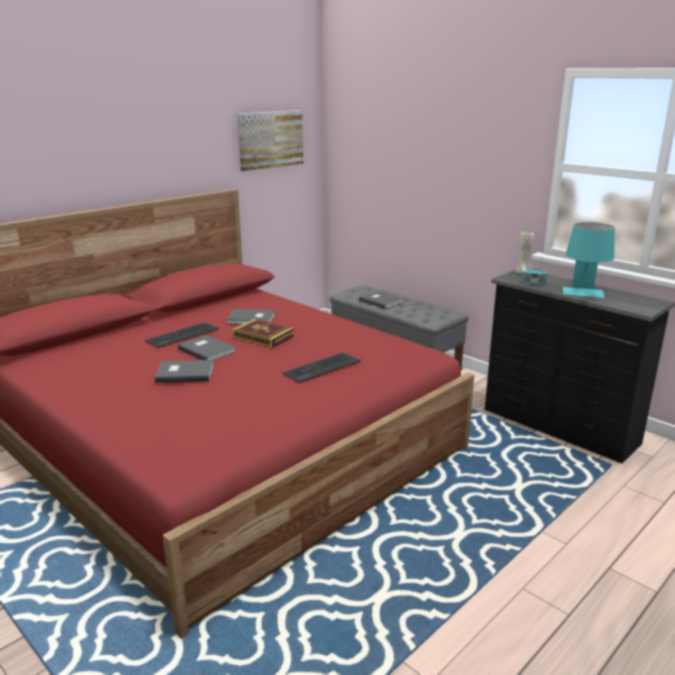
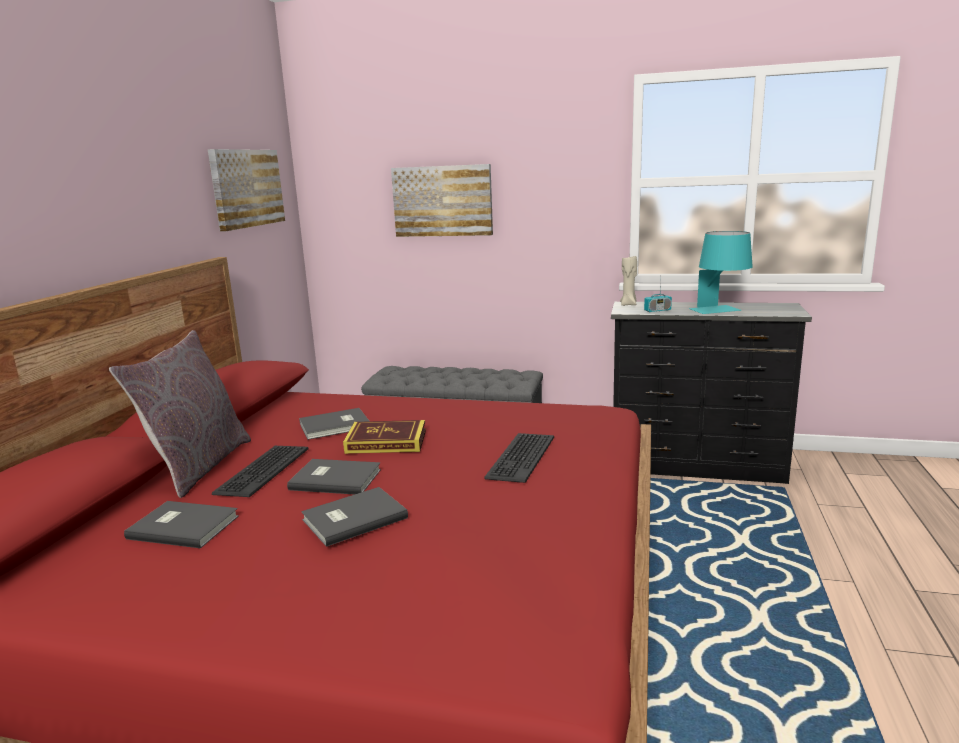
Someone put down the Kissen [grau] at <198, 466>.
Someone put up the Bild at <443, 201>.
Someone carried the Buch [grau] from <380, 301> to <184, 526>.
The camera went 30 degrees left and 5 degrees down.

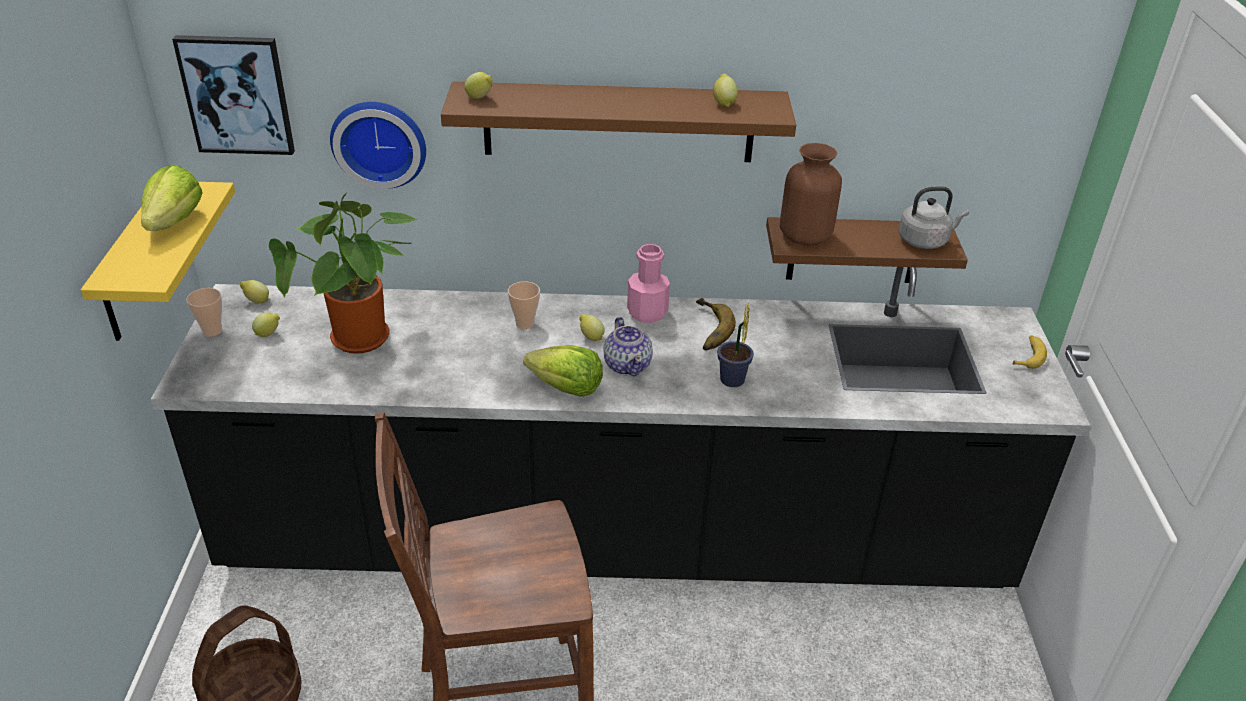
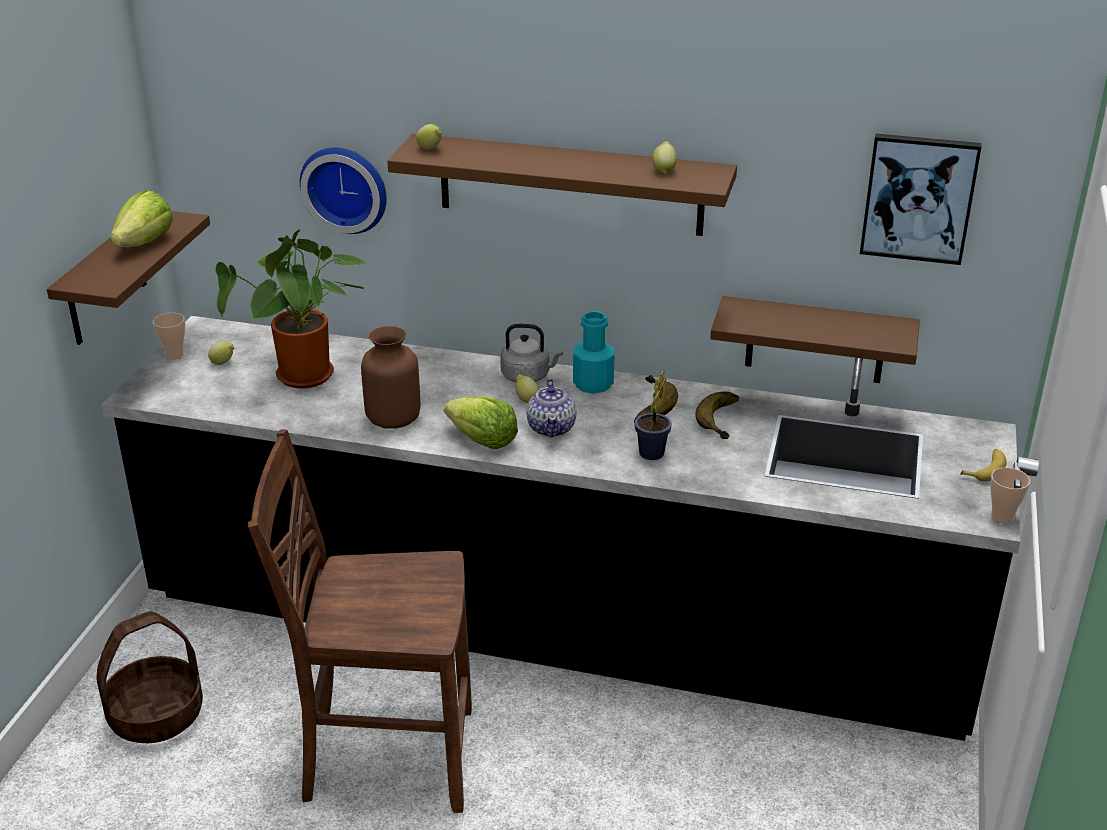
Someone took away the Zitrone at <256, 301>.
Someone put down the Banane at <726, 419>.
Someone carried the Bild from <237, 94> to <918, 198>.
Someone carried the Tasse from <525, 324> to <1002, 517>.
Someone carried the Vase [braun] from <805, 236> to <393, 419>.
Someone carried the Wasserkessel [grau] from <925, 241> to <528, 376>.
Someone repainted the Wandregal [gelb] at <133, 265>, which became the Wandregal [braun] at <105, 280>.
Someone repainted the Flasche [rosa] at <647, 312>, which became the Flasche [türkis] at <593, 384>.
The camera went 15 degrees right and 5 degrees down.

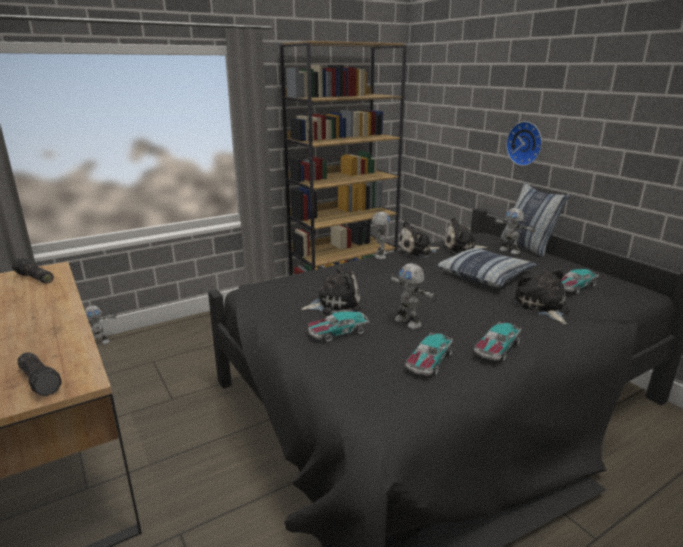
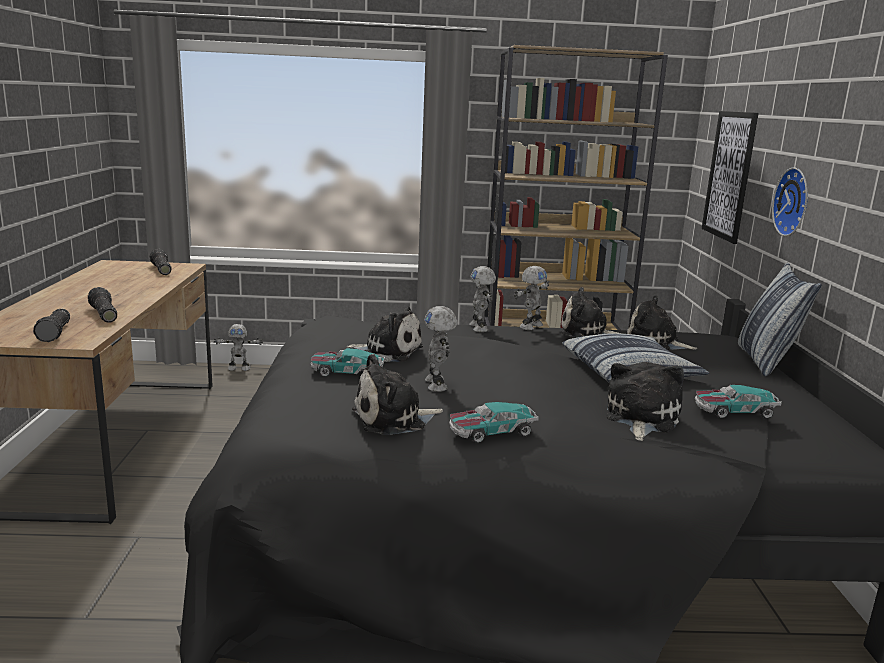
Someone put down the Taschenlampe at <103, 314>.
Someone put up the Bild at <729, 175>.
Someone carried the Spielzeugroboter from <510, 251> to <480, 328>.
Someone swapped the Spielzeugauto at <428, 361> for the Plüschtier at <393, 419>.
The camera went 30 degrees right and 5 degrees down.

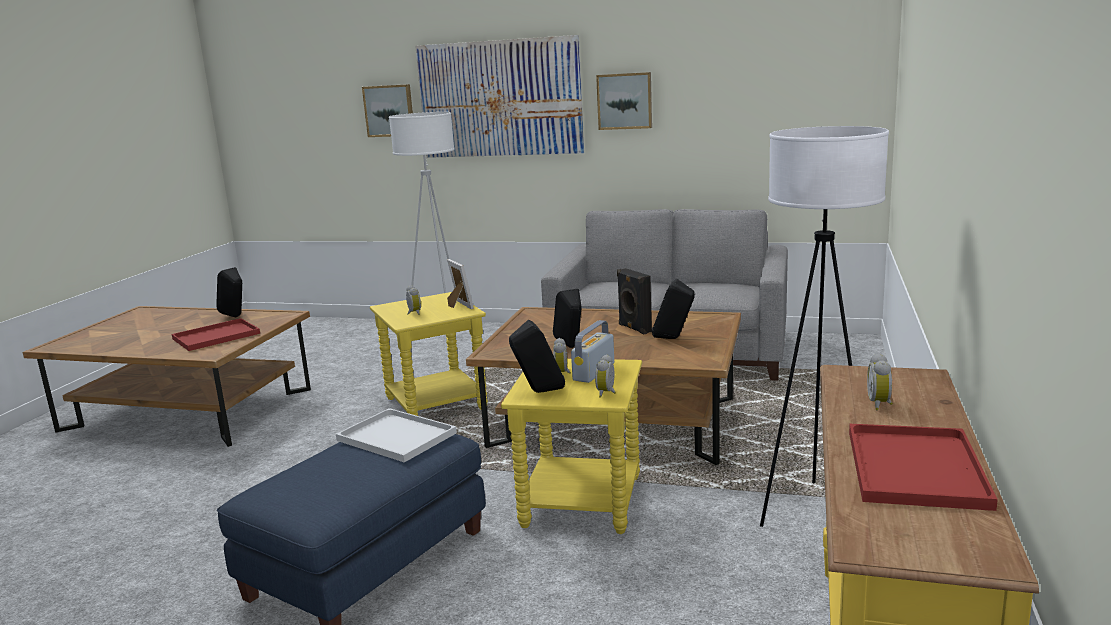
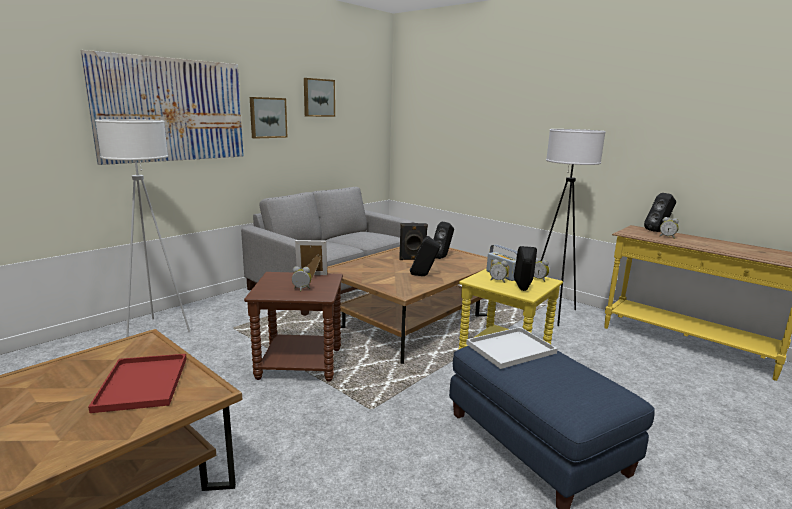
Someone took away the Tablett [rot] at <913, 466>.
Someone carried the Lautsprecher [schwarz] from <236, 317> to <658, 231>.
Someone carried the Bild from <389, 110> to <318, 97>.
Someone repainted the Beistelltisch [gelb] at <434, 404>, which became the Beistelltisch [braun] at <299, 364>.
The camera went 65 degrees left and 0 degrees up.

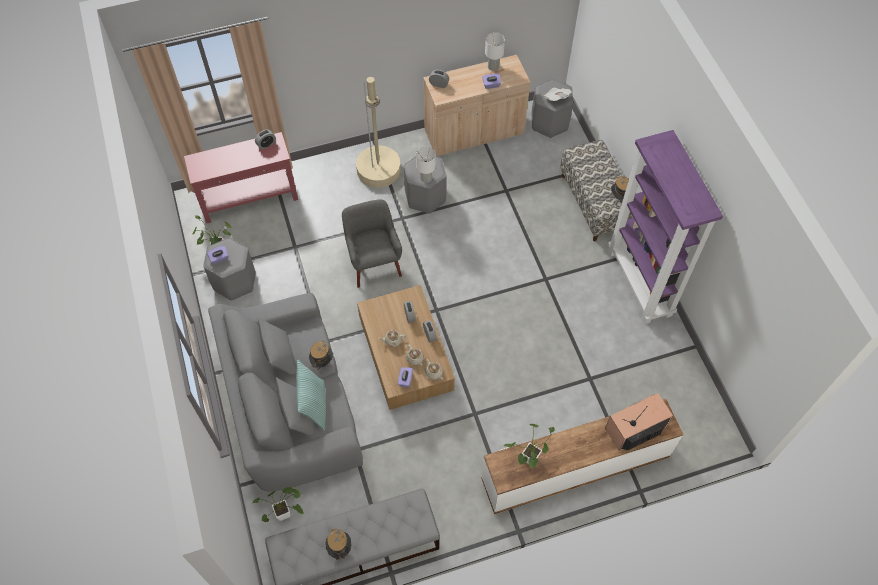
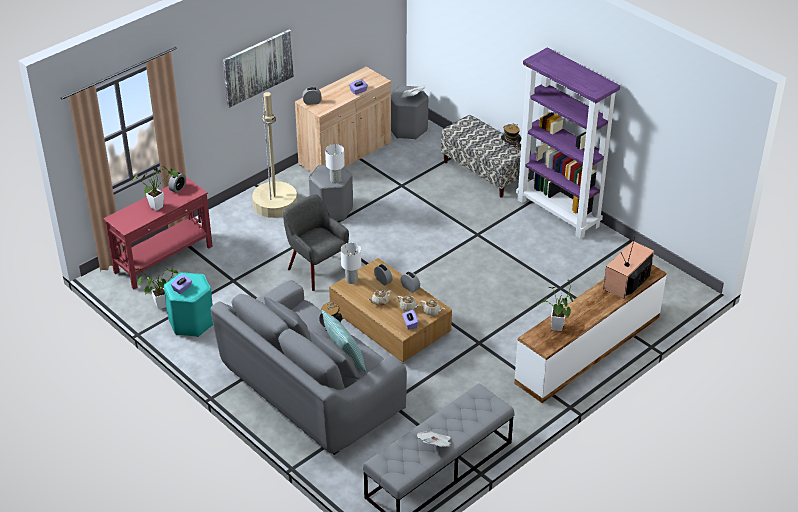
Someone put up the Bild at <258, 67>.
Someone carried the Topfpflanze from <286, 513> to <159, 206>.
Someone carried the Tischlampe [weiß] from <493, 67> to <351, 280>.
Someone swapped the Hut at <339, 548> for the Zeitung at <435, 445>.
Someone repainted the Hocker [grau] at <234, 281>, which became the Hocker [türkis] at <191, 322>.
The camera went 25 degrees left and 20 degrees down.

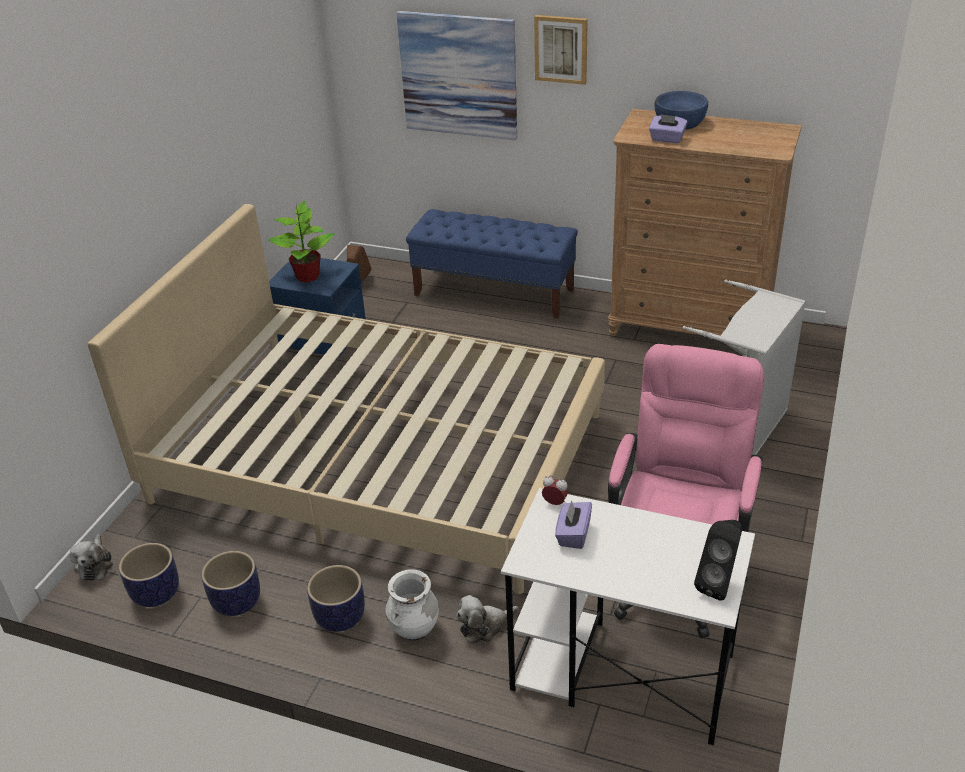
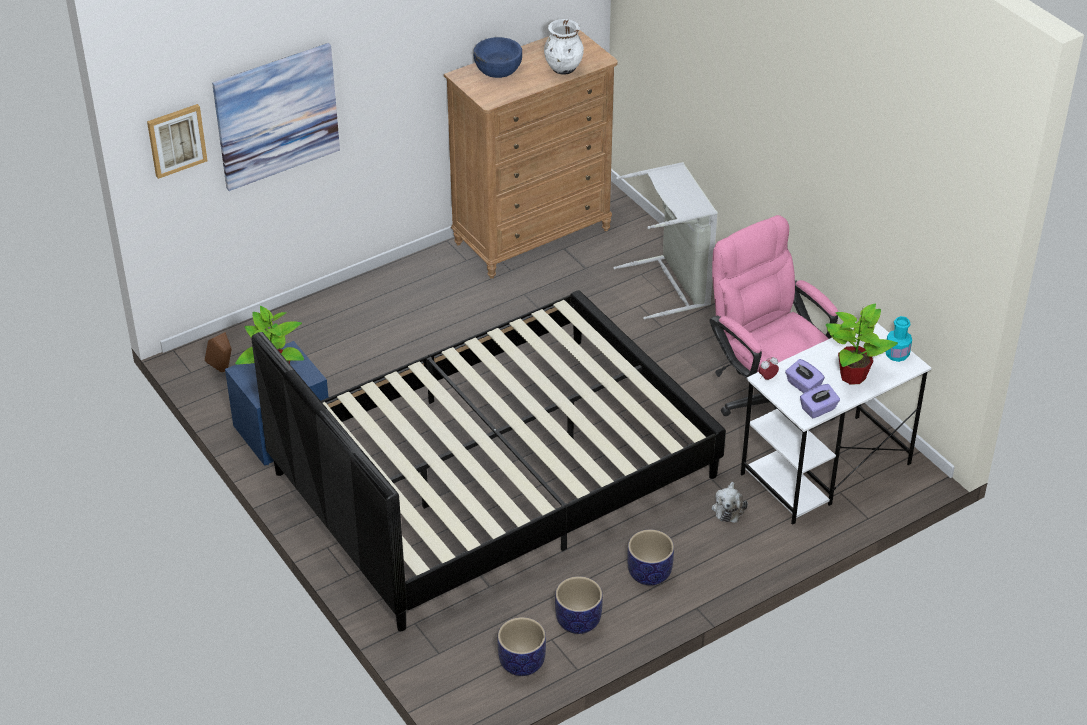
Someone took away the Plüschtier at <95, 564>.
Someone took away the Bank [blau] at <494, 292>.
Someone put down the Topfpflanze at <853, 375>.
Someone carried the Vase [weiß] from <415, 629> to <563, 69>.
Someone carried the Bild from <561, 49> to <176, 140>.
Someone carried the Taschentuchbox [lila] from <667, 139> to <818, 409>.
Someone swapped the Lautsprecher [schwarz] at <719, 584> for the Flasche [türkis] at <897, 354>.
Someone repainted the Bett [beige] at <379, 456>, which became the Bett [schwarz] at <494, 474>.
The camera went 55 degrees left and 5 degrees up.

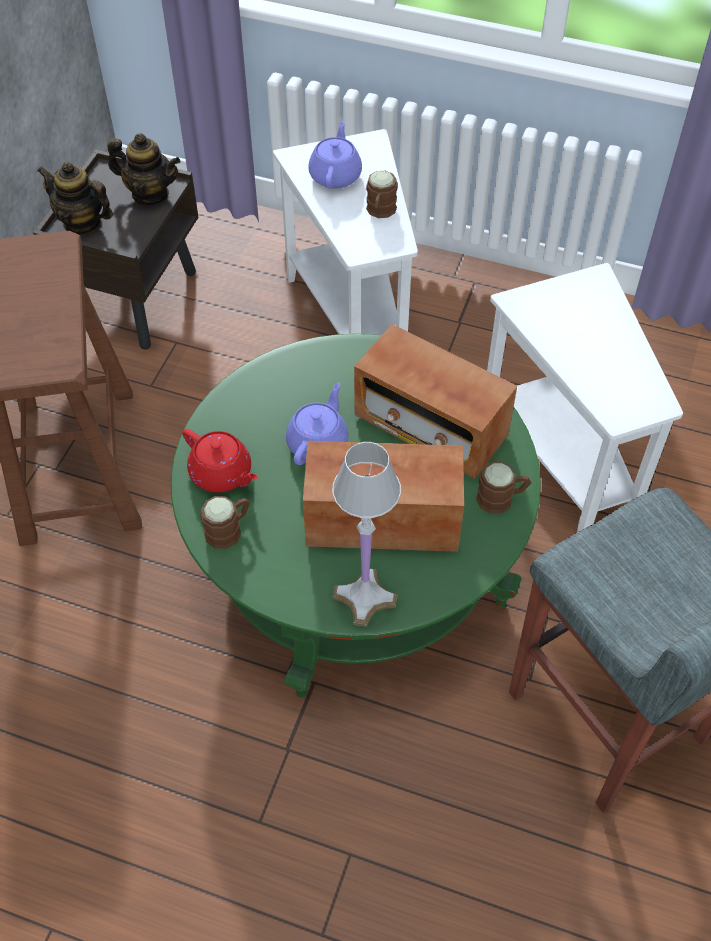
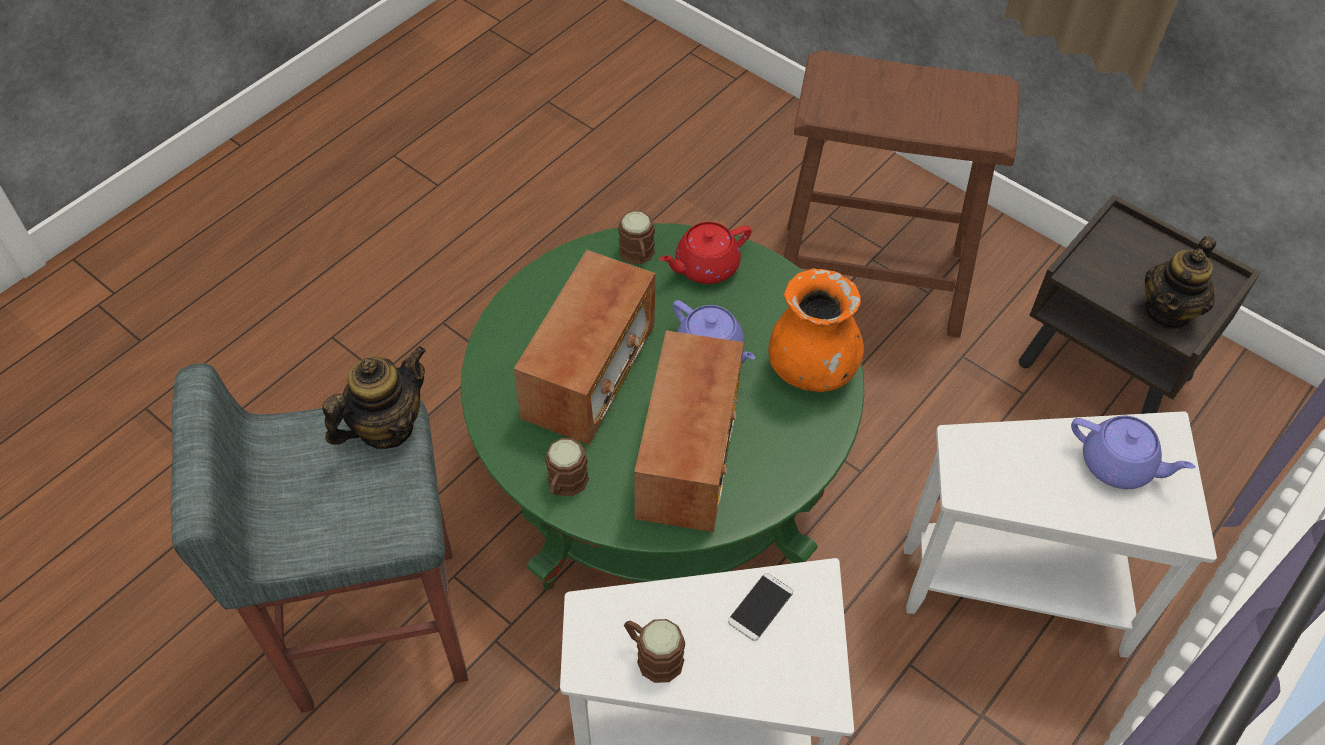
Someone took away the Tischlampe [weiß] at <364, 598>.
Someone put down the Handy at <760, 607>.
Someone put down the Vase [orange] at <812, 369>.
Someone carried the Teekanne from <82, 223> to <386, 427>.
Someone carried the Henkelbecher [braun] from <380, 212> to <652, 656>.
Someone rotated the Radio at <430, 427> by 135 degrees clockwise.
The camera went 110 degrees right and 0 degrees up.

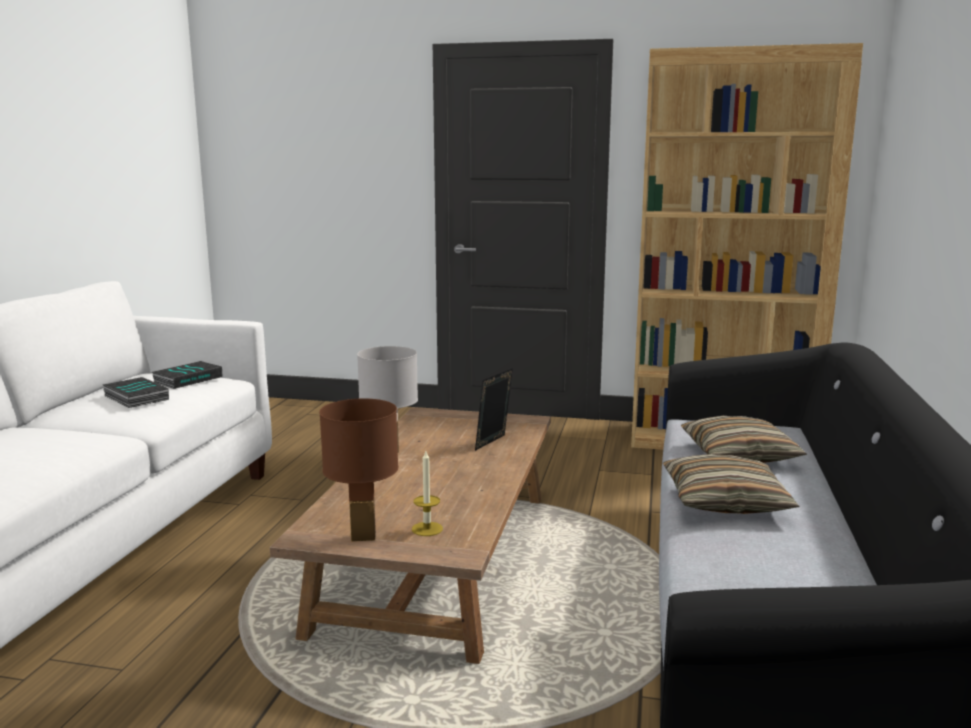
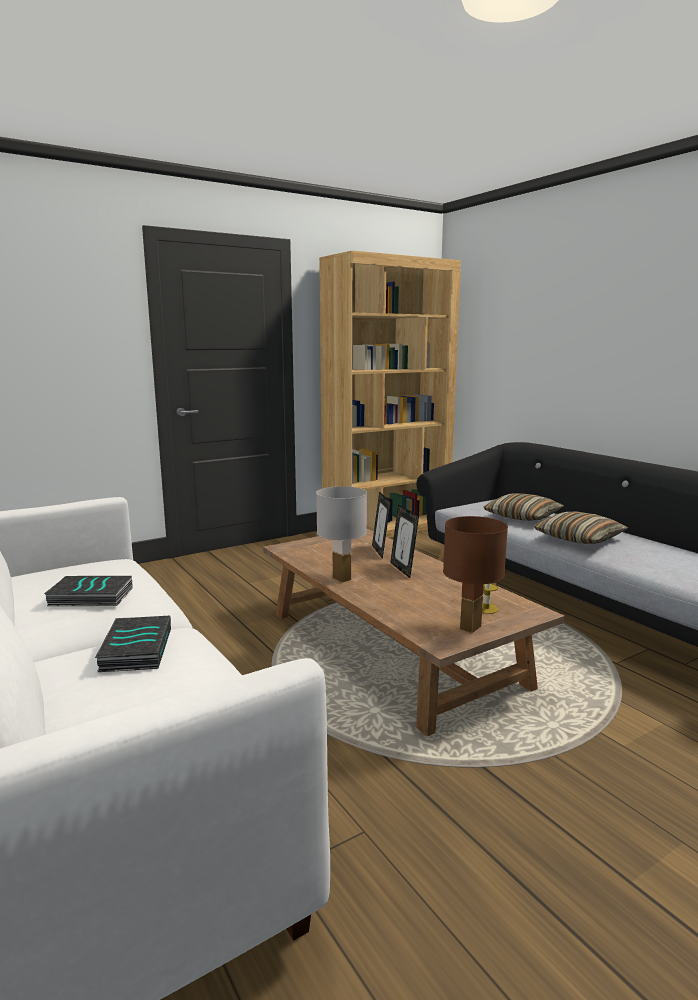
Someone put down the Bilderrahmen at <403, 569>.
Someone carried the Buch from <188, 379> to <135, 649>.
The camera went 45 degrees left and 0 degrees up.

